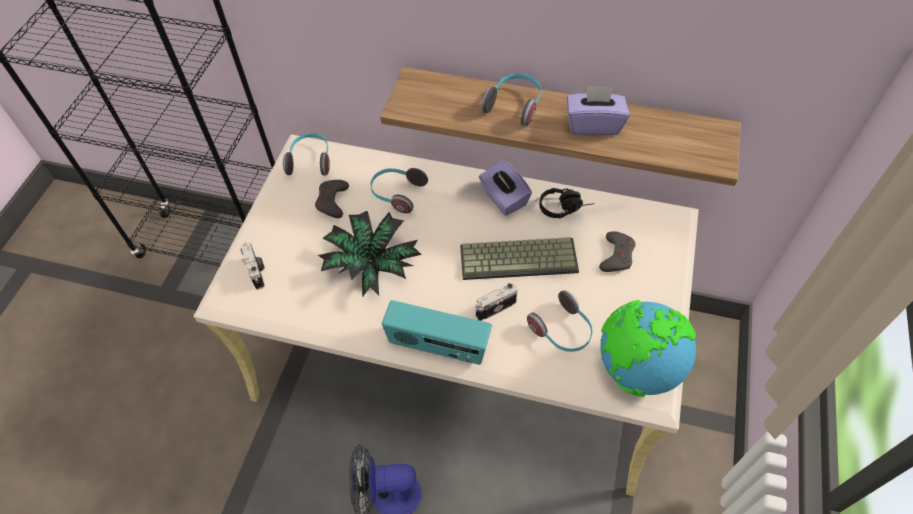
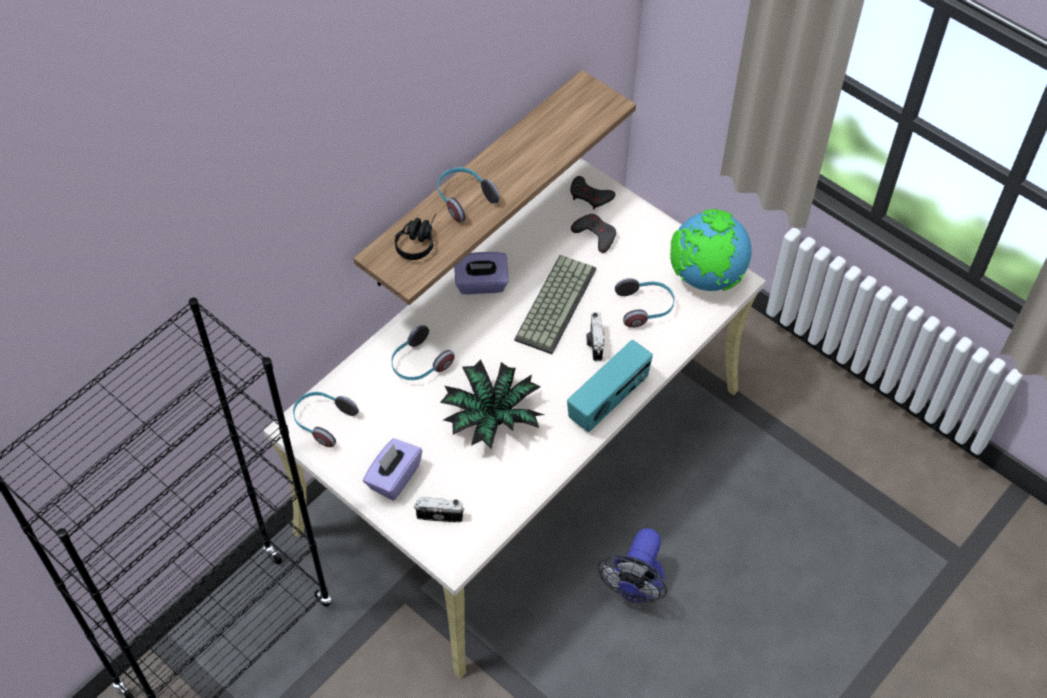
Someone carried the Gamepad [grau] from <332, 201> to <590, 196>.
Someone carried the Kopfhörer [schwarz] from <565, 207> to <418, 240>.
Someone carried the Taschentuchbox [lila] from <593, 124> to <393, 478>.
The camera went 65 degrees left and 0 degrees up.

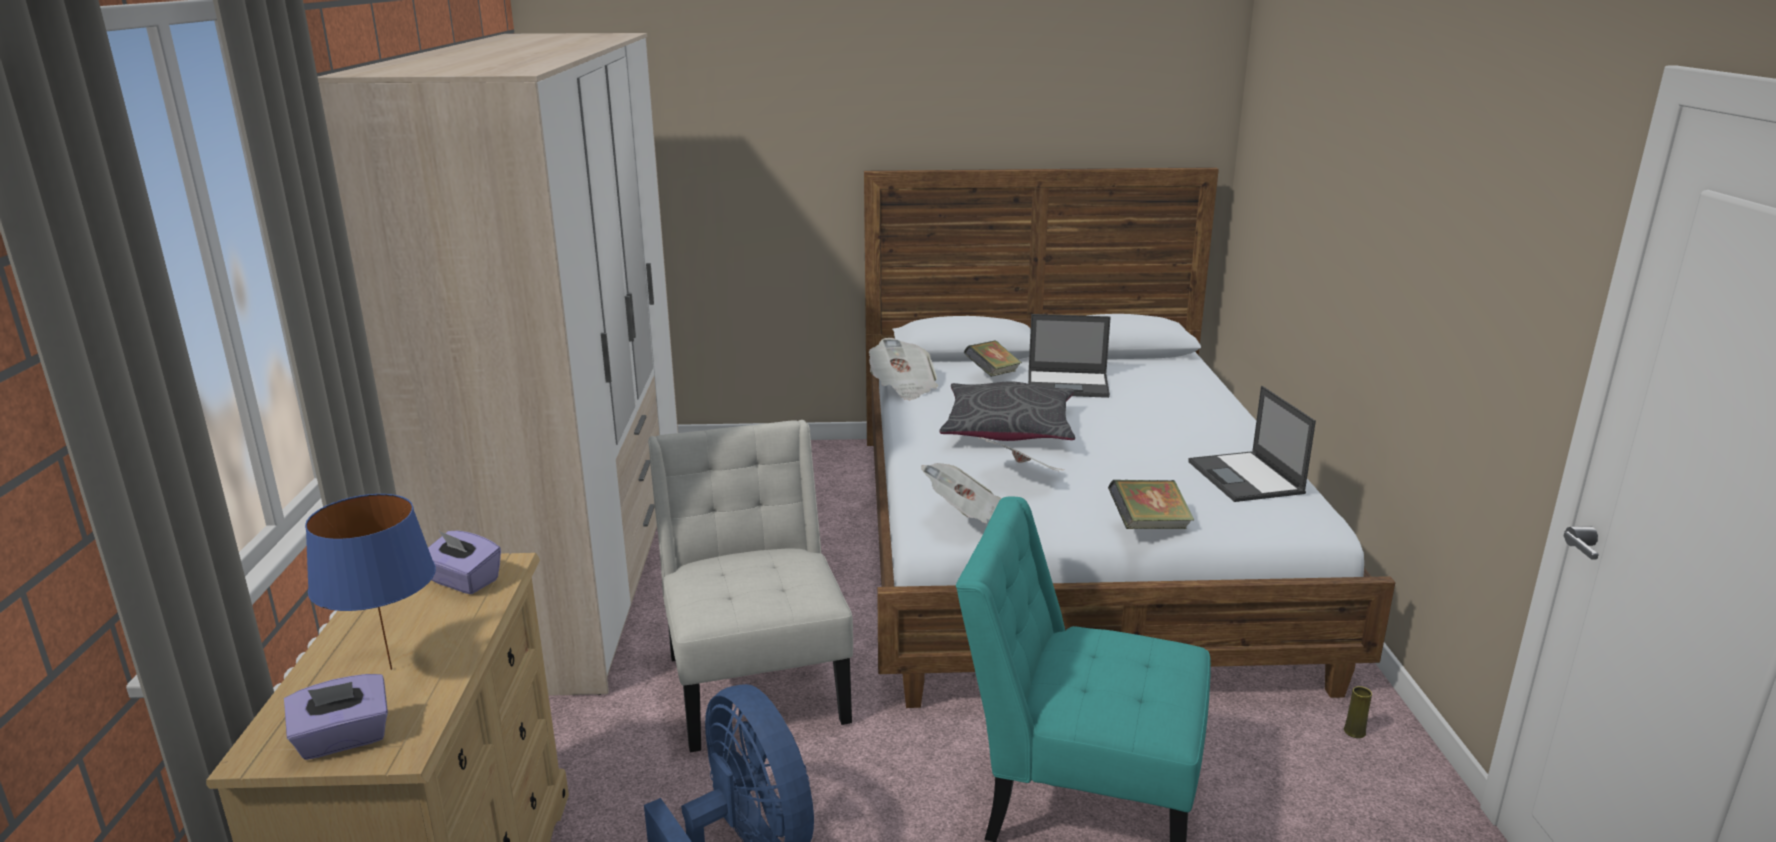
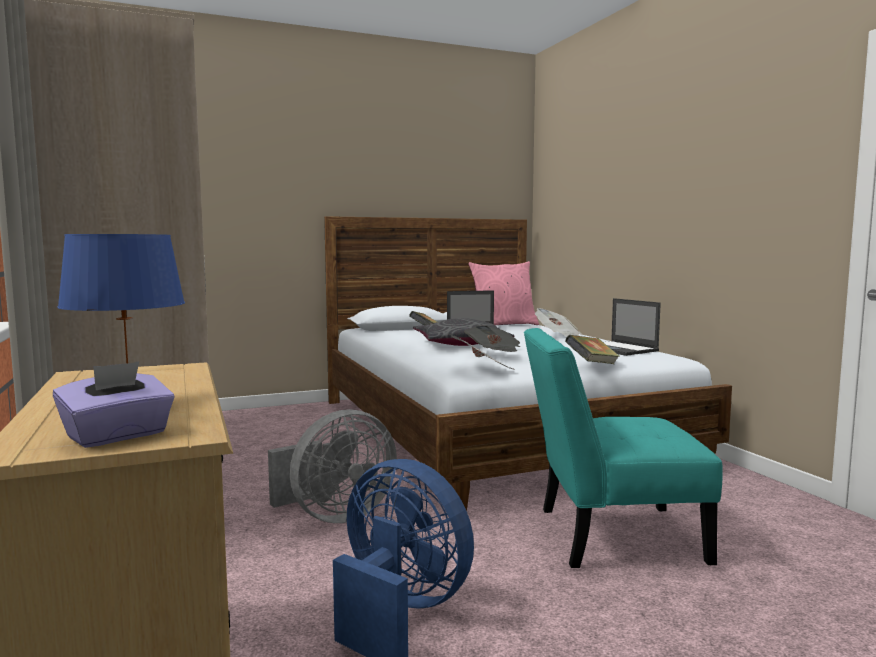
Someone took away the Taschentuchbox [lila] at <463, 581>.
Someone took away the Vase [gelb] at <1354, 732>.
Someone put down the Kissen [rosa] at <503, 325>.
Someone carried the Zeitung from <903, 387> to <558, 336>.
Someone swapped the Stuhl [weiß] at <756, 681> for the Ventilator [grau] at <335, 516>.
The camera went 20 degrees left and 15 degrees down.

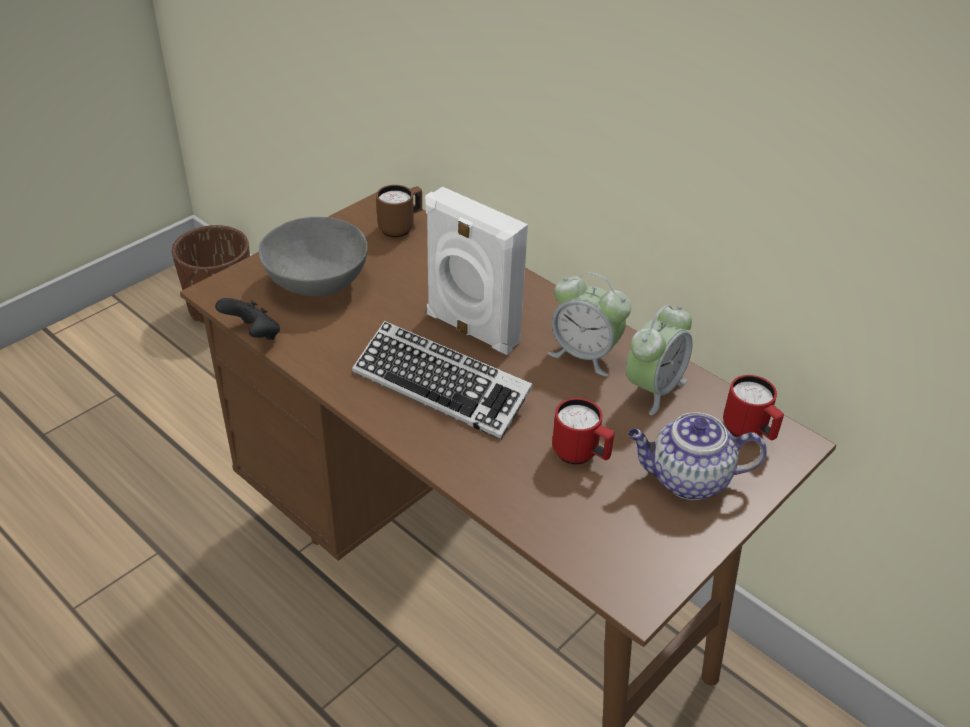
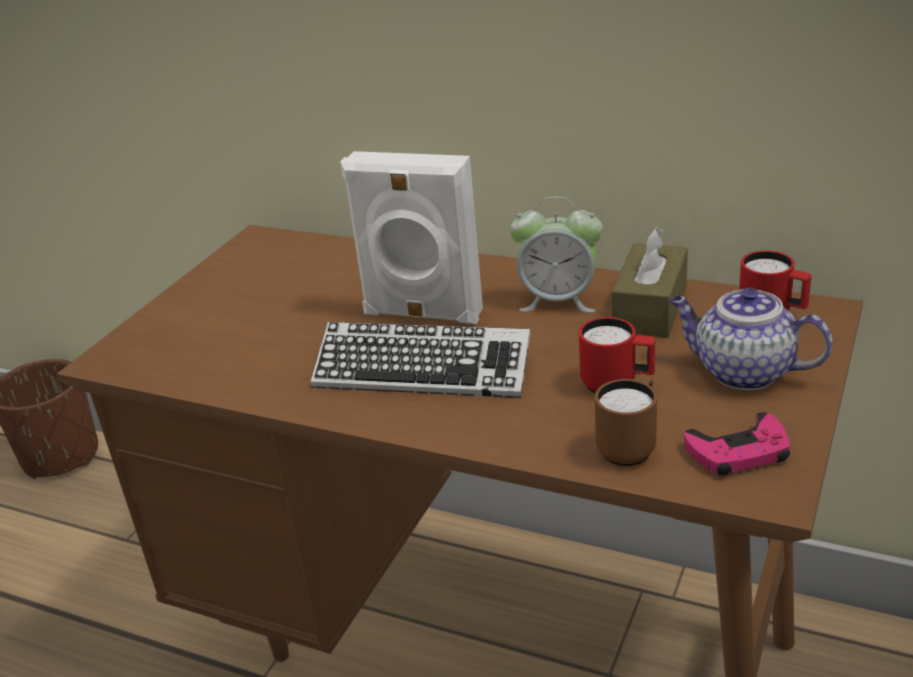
Someone took away the Gamepad [schwarz] at <253, 335>.
Someone took away the Schüssel [grau] at <317, 283>.
Someone put down the Gamepad [rosa] at <739, 452>.
Someone carried the Henkelbecher [braun] from <401, 227> to <630, 446>.
Someone swapped the Wecker at <653, 389> for the Taschentuchbox [braun] at <650, 308>.
Someone rotated the Teekanne at <687, 479> by 45 degrees clockwise.
The camera went 15 degrees left and 10 degrees down.

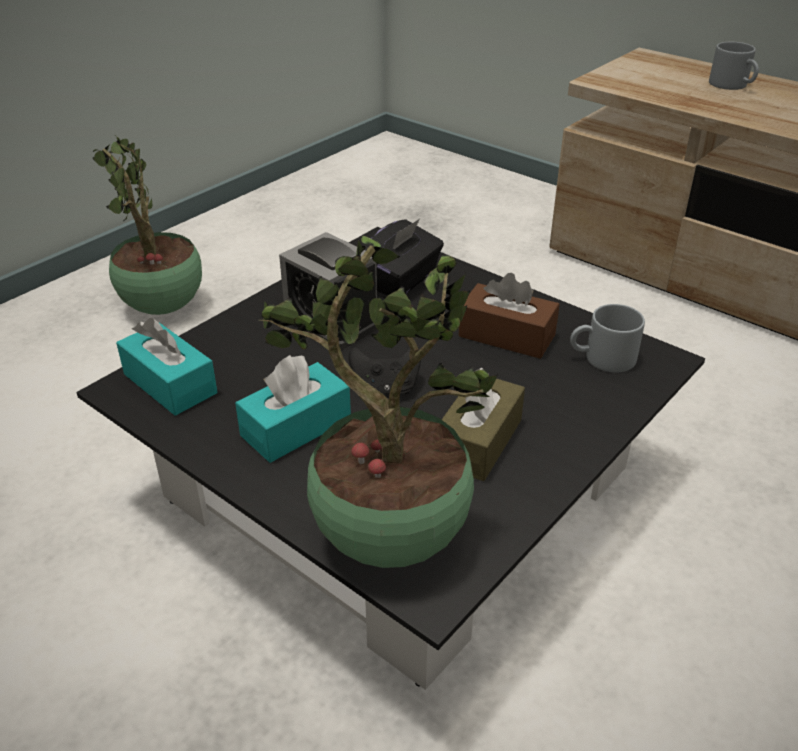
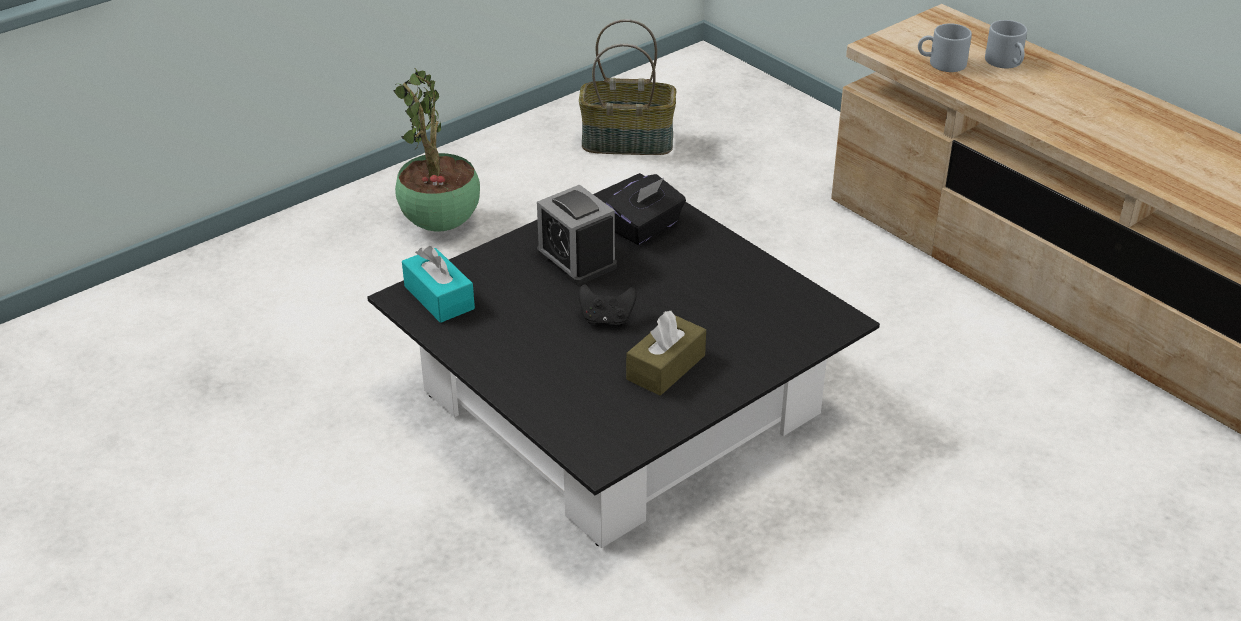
Someone took away the Taschentuchbox [türkis] at <296, 427>.
Someone took away the Topfpflanze at <386, 539>.
Someone took away the Taschentuchbox [braun] at <506, 335>.
Someone put down the Korb at <628, 141>.
Someone carried the Henkelbecher [grau] from <602, 359> to <941, 63>.
The camera went 10 degrees right and 0 degrees up.

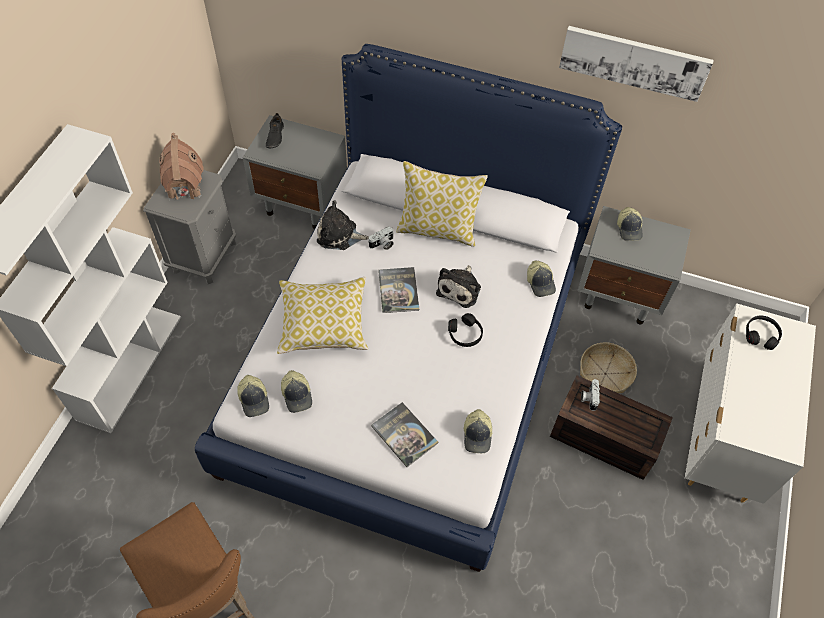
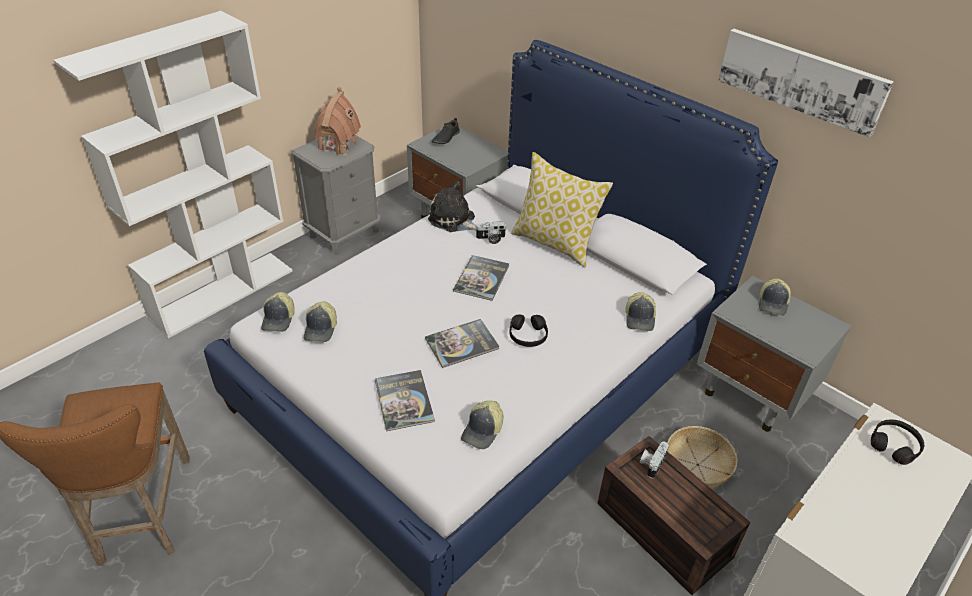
Someone took away the Kissen at <324, 323>.
Someone took away the Plüschtier at <460, 288>.
Someone put down the Buch at <462, 344>.
The camera went 25 degrees right and 15 degrees down.

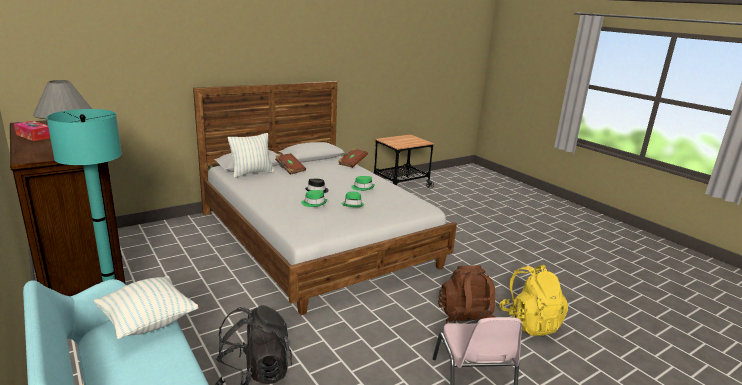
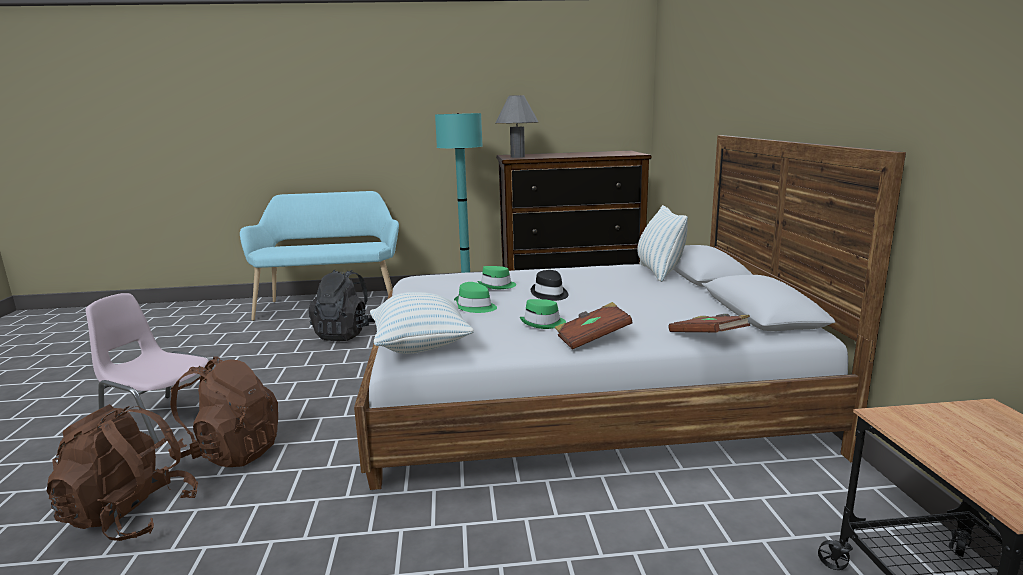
Someone took away the Taschentuchbox at <34, 136>.
Someone carried the Kissen from <148, 322> to <420, 346>.
Someone carried the Buch [braun] from <290, 169> to <592, 339>.
Someone repainted the Rucksack [gelb] at <530, 322>, which became the Rucksack [braun] at <131, 516>.
The camera went 120 degrees right and 5 degrees down.

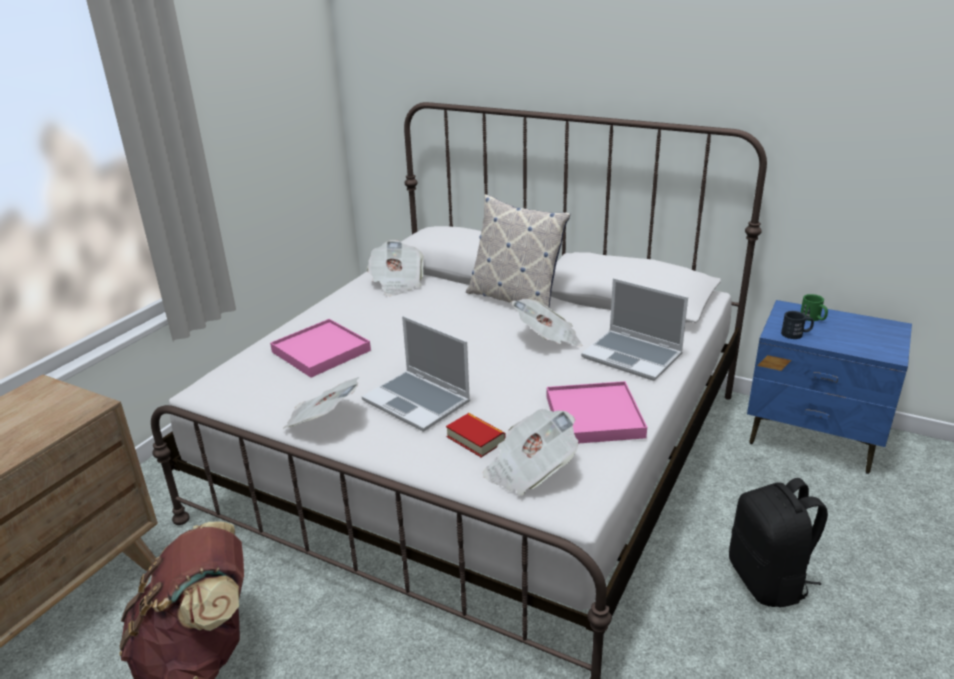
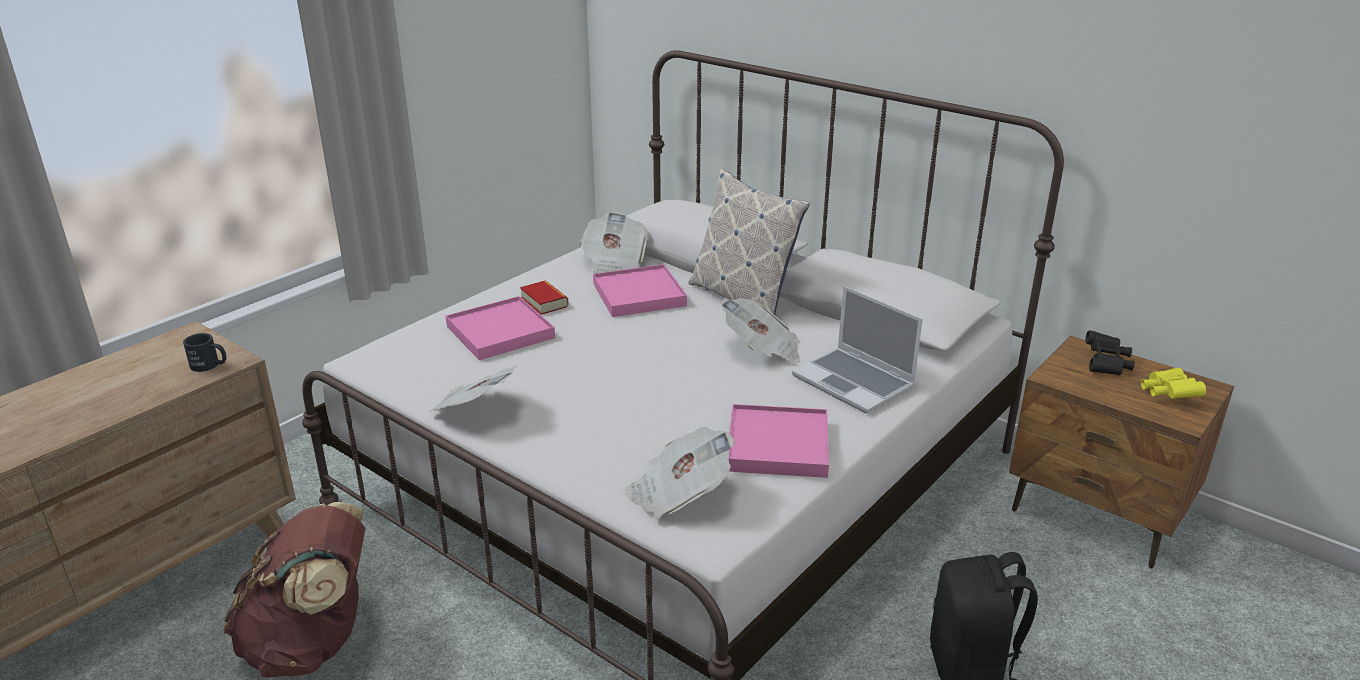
Someone took away the Laptop at <418, 402>.
Someone put down the Tablett [rosa] at <639, 295>.
Someone put down the Fernglas [gelb] at <1168, 394>.
Someone carried the Buch from <475, 439> to <544, 302>.
Someone carried the Henkelbecher [schwarz] from <796, 334> to <210, 365>.
Someone swapped the Henkelbecher [grün] at <813, 318> for the Fernglas [schwarz] at <1106, 364>.
Someone repainted the Nachttisch [blau] at <813, 437>, which became the Nachttisch [braun] at <1098, 514>.
The camera went 10 degrees right and 0 degrees up.

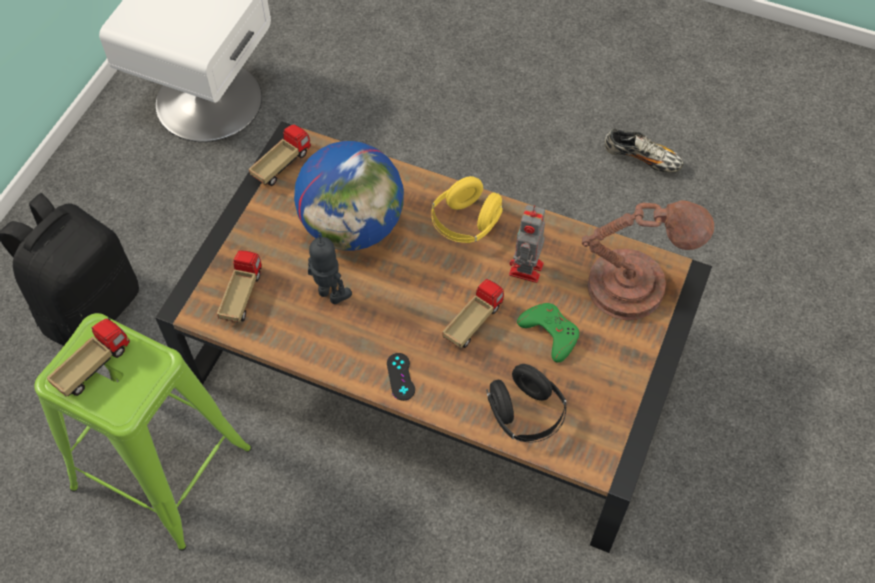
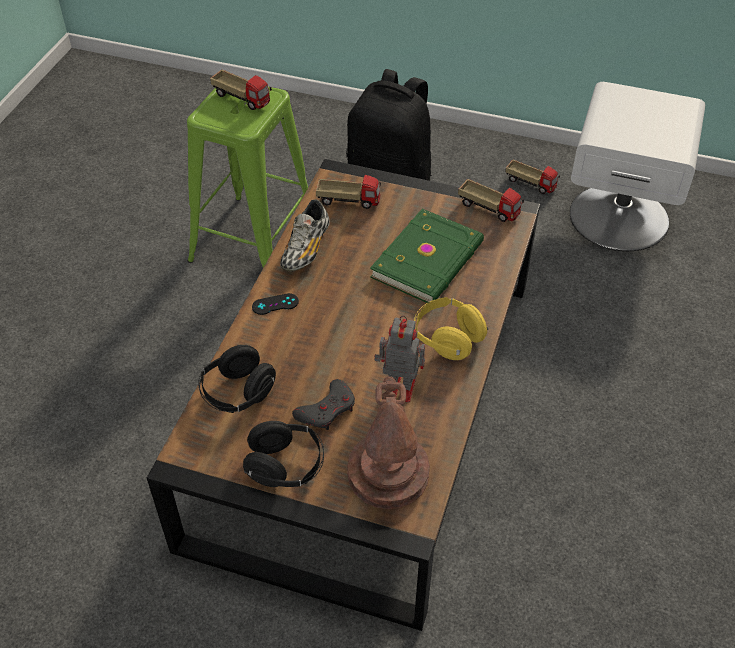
Someone took away the Spielzeugroboter at <330, 295>.
Someone put down the Kopfhörer [schwarz] at <285, 467>.
Someone carried the Spielzeuglaster from <473, 322> to <530, 184>.
Someone carried the Schuh from <642, 159> to <306, 249>.
Someone swapped the Globus at <353, 227> for the Buch [grün] at <429, 260>.
Someone repainted the Gamepad [grün] at <550, 333>, which became the Gamepad [grau] at <327, 409>.
The camera went 85 degrees right and 10 degrees down.

